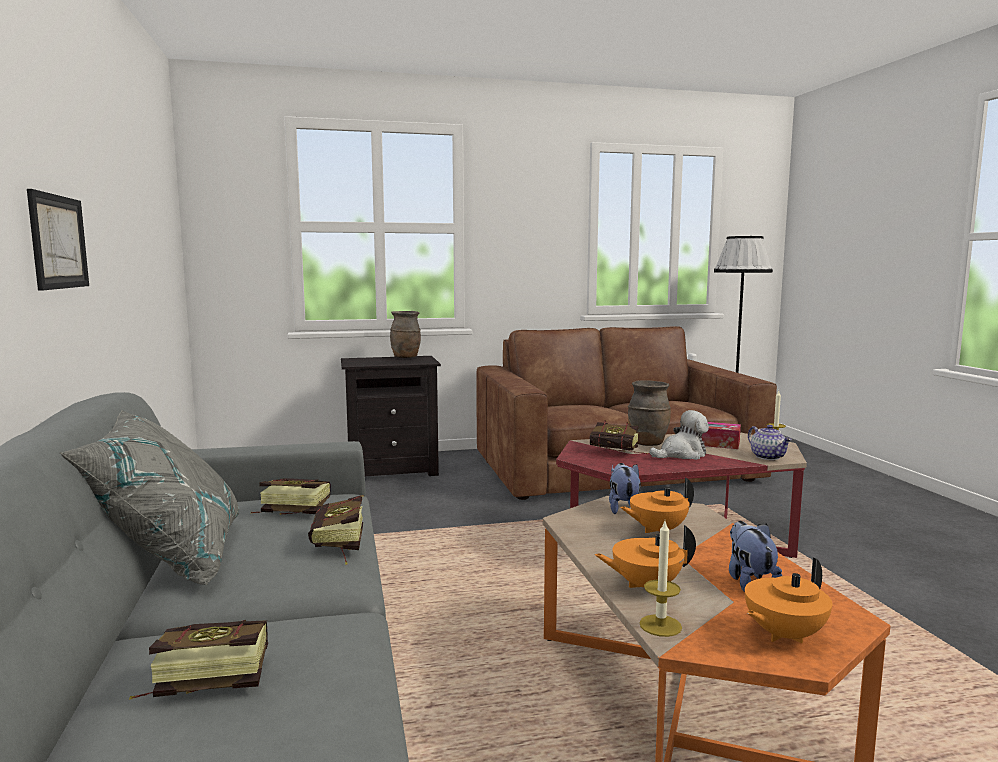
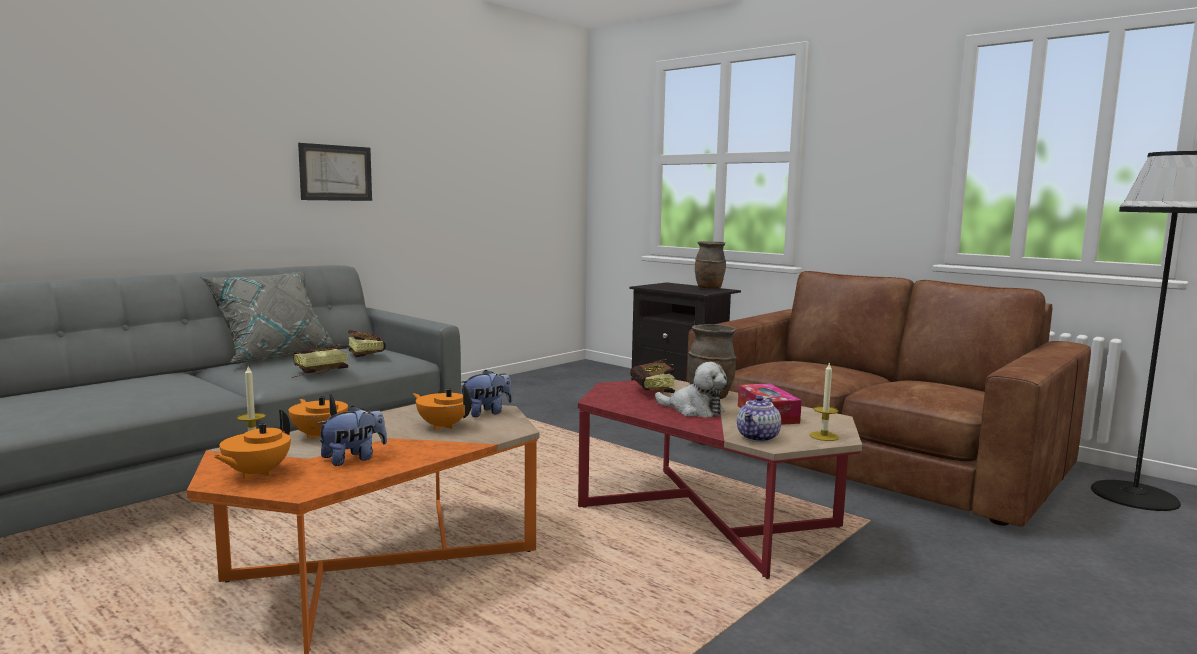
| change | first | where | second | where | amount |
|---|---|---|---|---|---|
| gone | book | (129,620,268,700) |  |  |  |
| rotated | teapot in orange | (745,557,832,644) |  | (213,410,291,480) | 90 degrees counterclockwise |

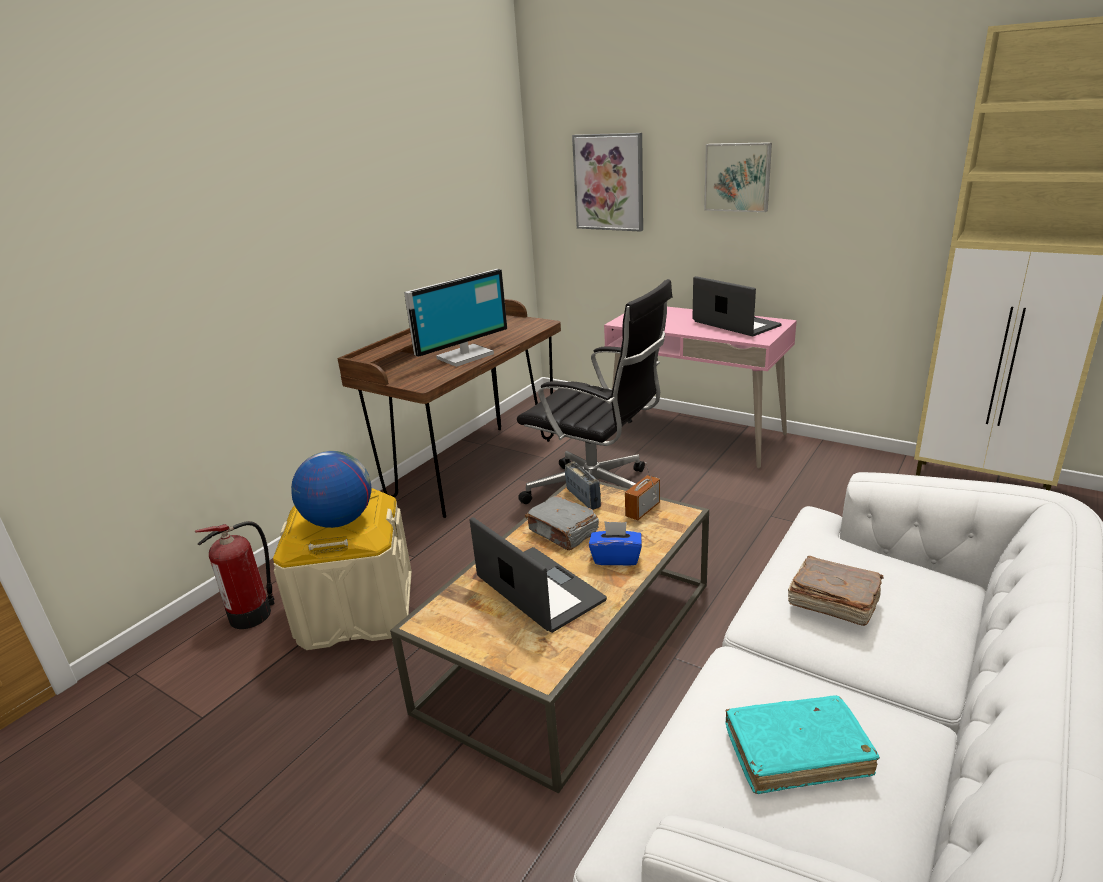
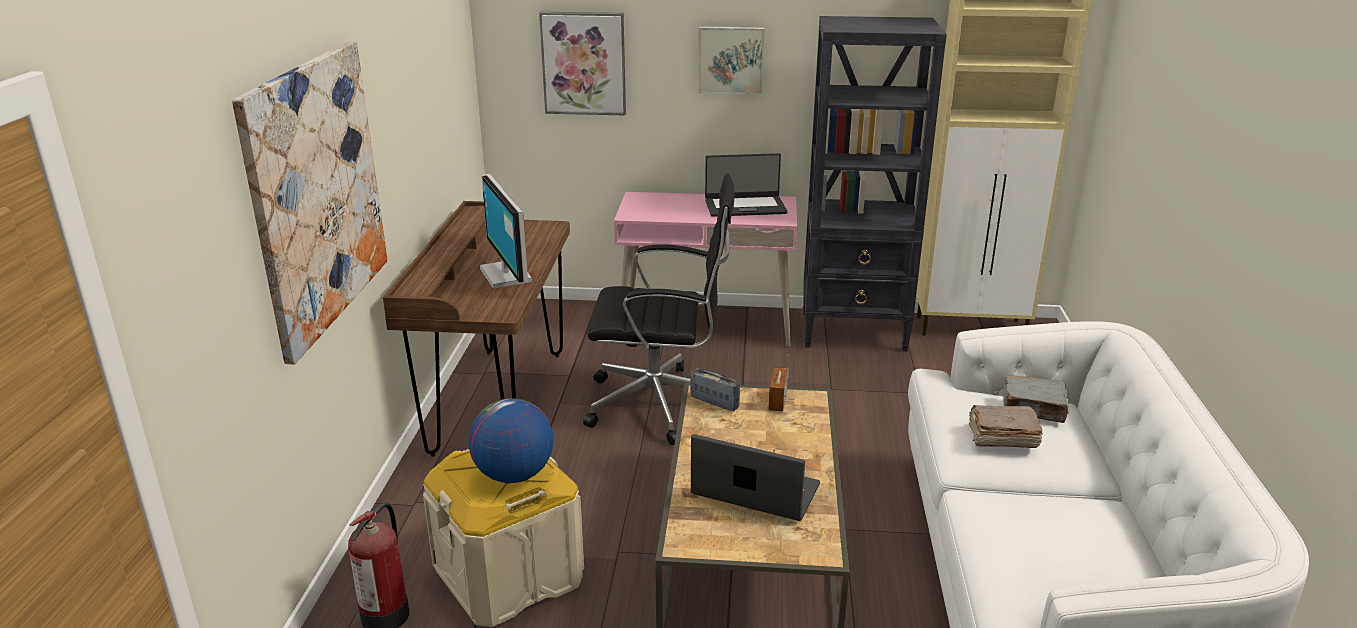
| change | first | where | second | where | amount |
|---|---|---|---|---|---|
| rotated | monitor | (404,269,507,367) |  | (480,174,532,288) | 135 degrees clockwise |
| shifted | book in grey | (525,495,599,551) |  | (1003,375,1069,423) |  |
| gone | tissue box in blue | (589,521,642,566) |  |  |  |
| rotated | laptop | (692,276,782,337) |  | (705,153,788,217) | 150 degrees clockwise |
| gone | book in turquoise | (725,695,880,794) |  |  |  |
| new |  |  | picture | (232,42,387,364) |  |
| new |  |  | bookcase in black | (803,16,947,352) |  |

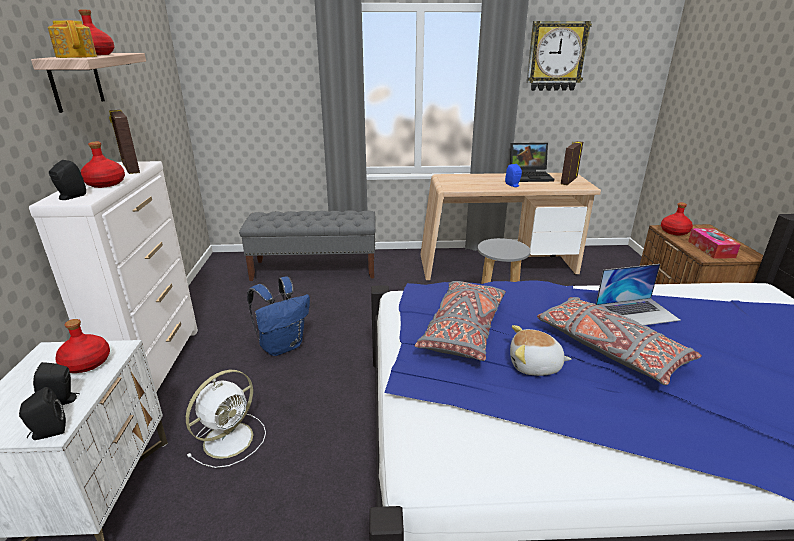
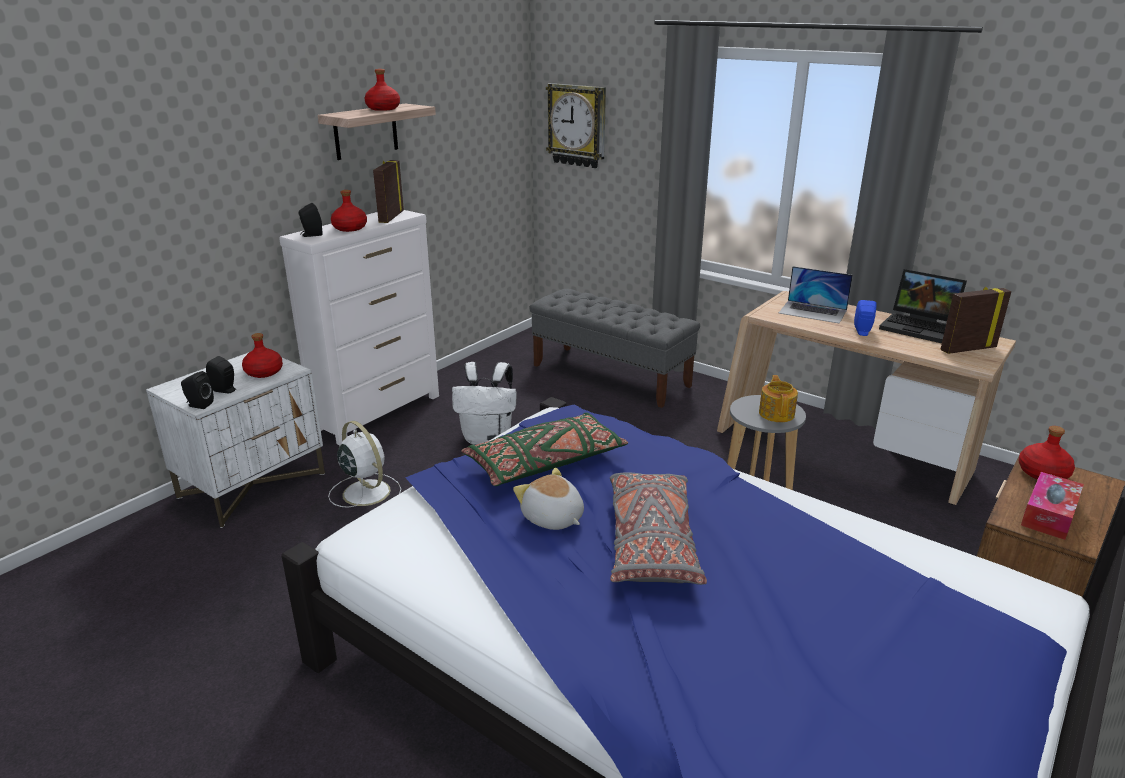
| change | first | where | second | where | amount |
|---|---|---|---|---|---|
| shifted | teapot | (48,20,97,58) |  | (759,375,798,422) |  |
| rotated | fan in white | (186,370,266,468) |  | (328,421,401,508) | 120 degrees counterclockwise |
| repainted | backpack in blue | (247,277,310,356) | backpack in white | (452,362,517,445) |  |
| repainted | pillow in grey | (415,281,506,361) | pillow in green | (461,412,628,486) |  |
| shifted | wall clock | (526,21,592,91) |  | (546,83,606,168) |  |
| shifted | laptop | (596,264,681,325) |  | (779,266,853,324) |  |

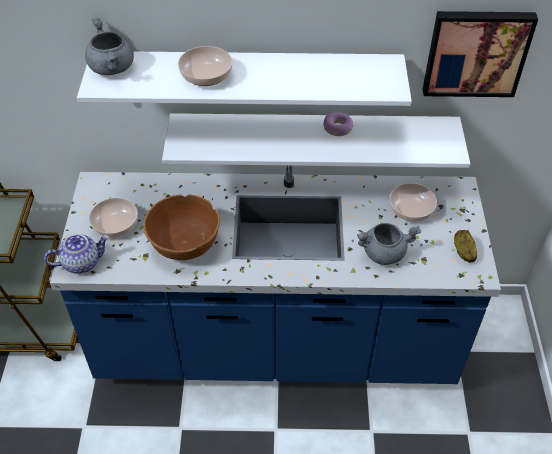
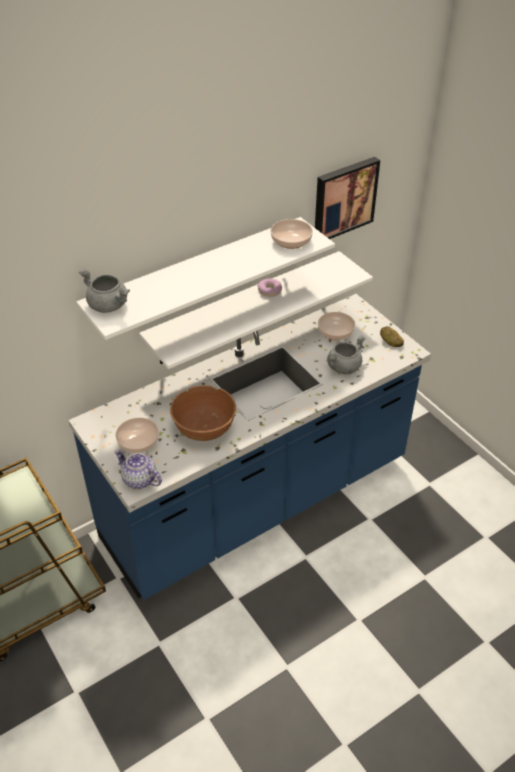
| change | first | where | second | where | amount |
|---|---|---|---|---|---|
| rotated | teapot | (44,234,109,274) |  | (114,450,162,489) | 90 degrees counterclockwise |
| shifted | bowl | (178,46,232,86) |  | (270,219,313,249) |  |

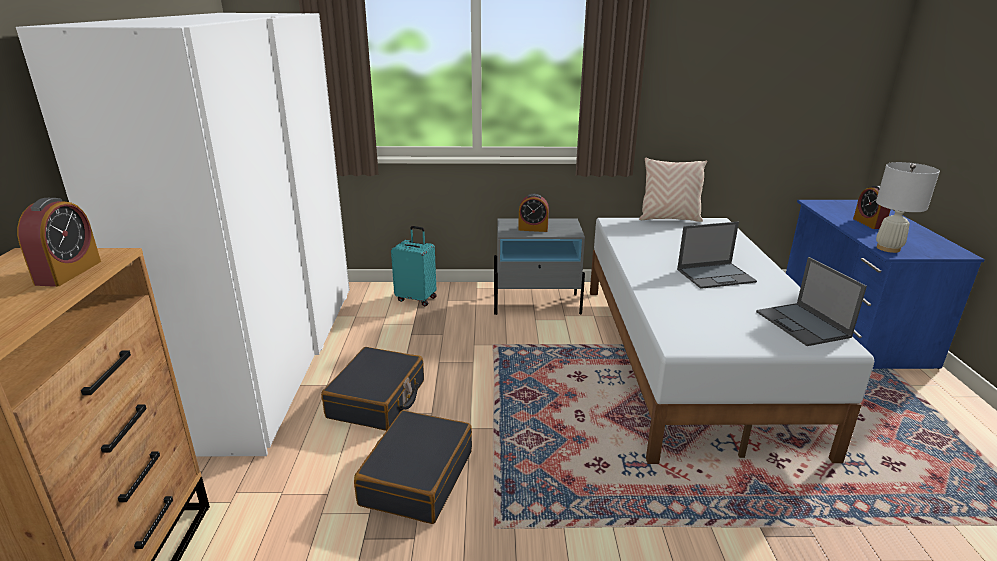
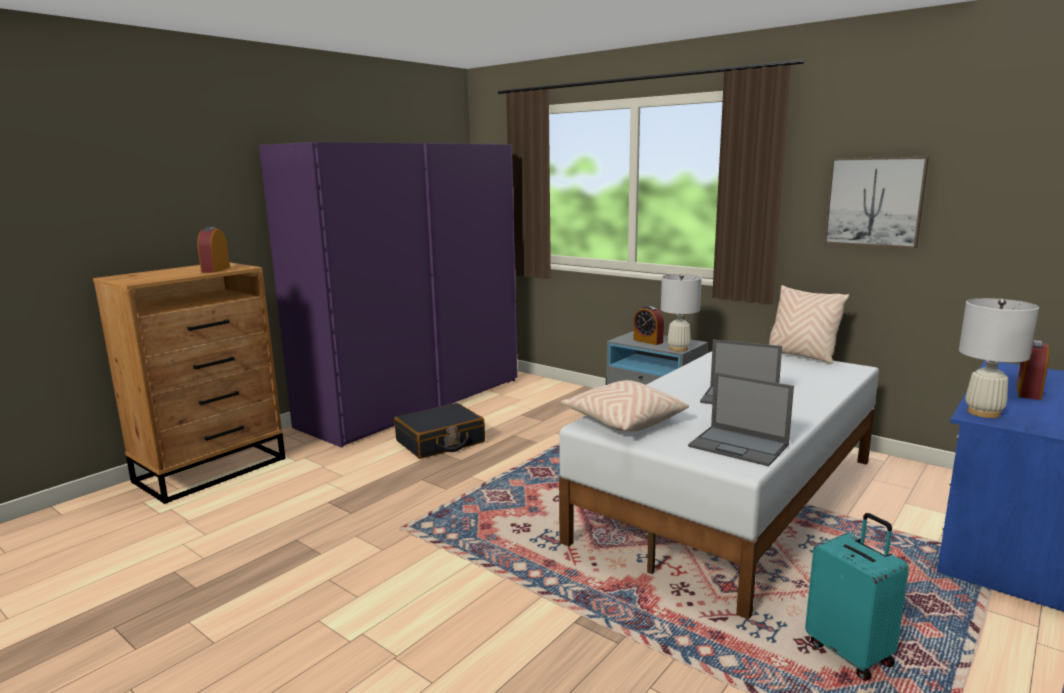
| change | first | where | second | where | amount |
|---|---|---|---|---|---|
| repainted | wardrobe in white | (16,13,350,456) | wardrobe in purple | (259,142,518,448) |  |
| rotated | alarm clock | (17,198,101,287) |  | (197,227,230,273) | 135 degrees clockwise |
| gone | suitcase in black | (354,410,472,524) |  |  |  |
| shifted | suitcase in turquoise | (391,226,437,306) |  | (805,513,909,681) |  |
| rotated | laptop | (756,257,867,346) |  | (688,372,794,466) | 75 degrees counterclockwise |
| new |  |  | pillow in beige | (561,380,689,431) |  |
| new |  |  | table lamp in white | (661,274,702,352) |  |
| new |  |  | picture | (824,157,929,248) |  |

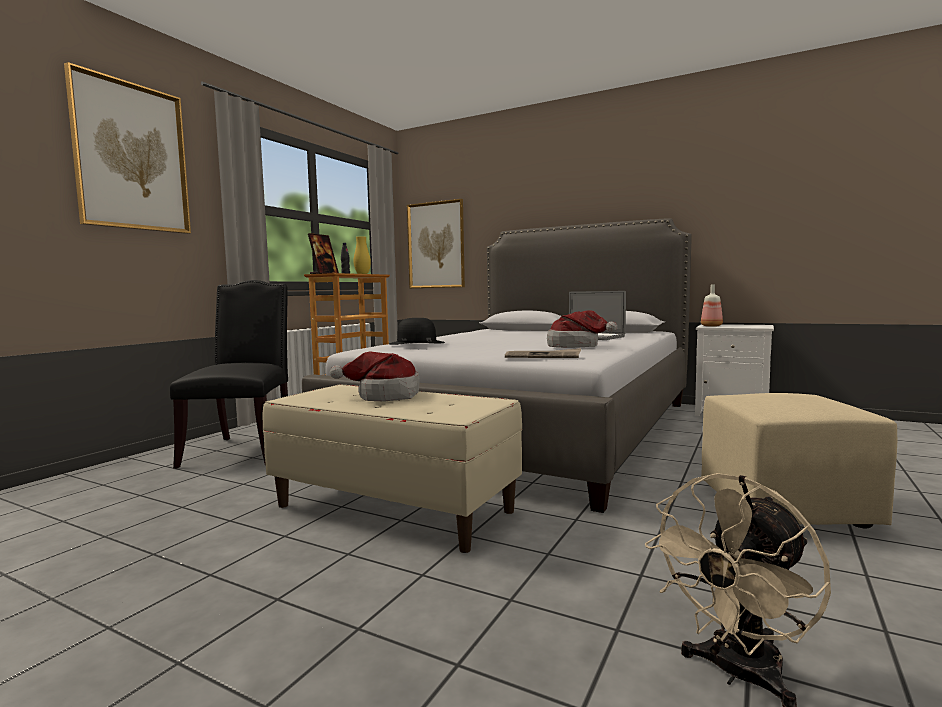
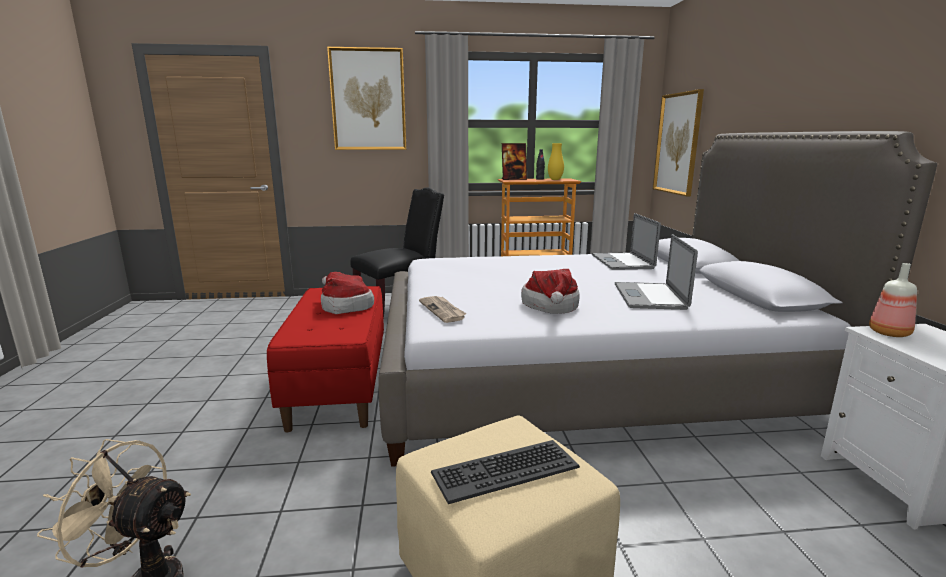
| change | first | where | second | where | amount |
|---|---|---|---|---|---|
| repainted | bench in beige | (263,384,522,553) | bench in red | (267,286,384,432) |  |
| gone | hat in black | (389,318,445,345) |  |  |  |
| new |  |  | keyboard | (431,440,580,504) |  |
| new |  |  | laptop | (592,213,661,270) |  |

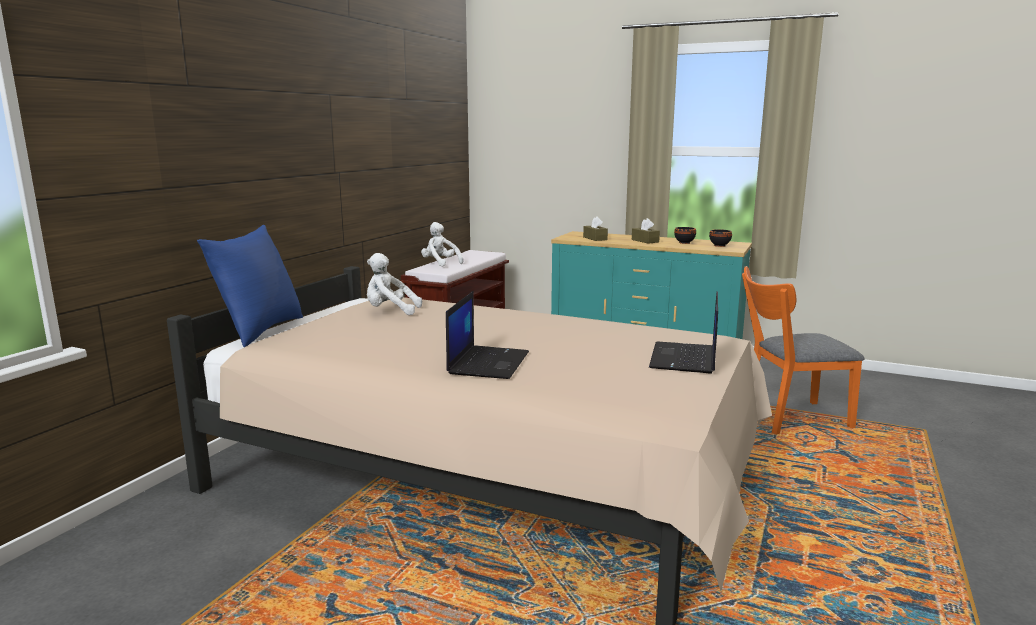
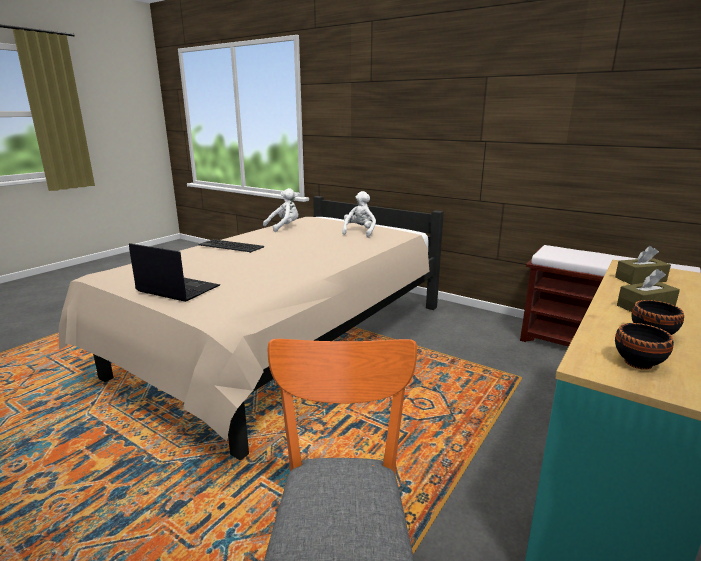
| change | first | where | second | where | amount |
|---|---|---|---|---|---|
| gone | pillow in blue | (197,225,303,347) |  |  |  |
| shifted | plush toy in white | (421,222,463,266) |  | (263,188,298,232) |  |
| swapped | laptop | (446,291,529,379) | keyboard | (199,239,264,253) |  |

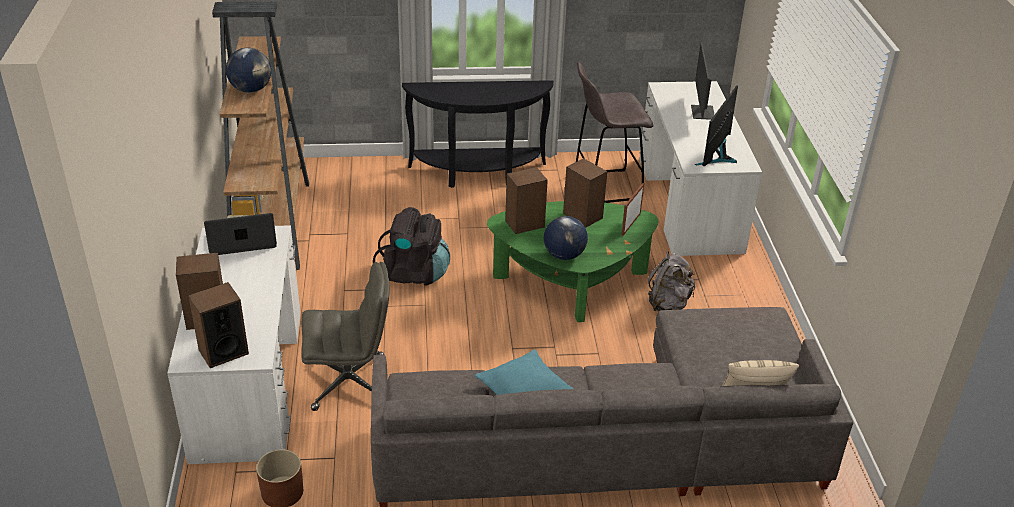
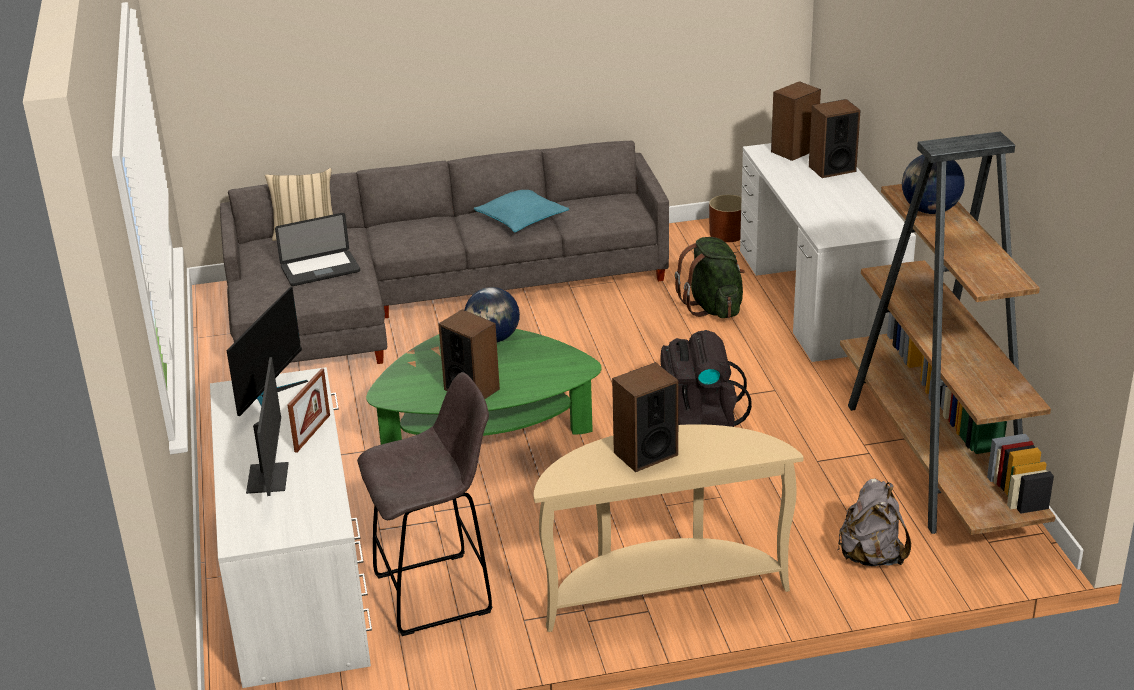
| change | first | where | second | where | amount |
|---|---|---|---|---|---|
| shifted | laptop | (204,213,277,255) |  | (275,213,360,286) |  |
| swapped | office chair in grey | (301,262,390,411) | backpack in green | (675,237,745,318) |  |
| repainted | console table in black | (402,80,554,188) | console table in beige | (534,424,804,632) |  |
| shifted | speaker | (505,167,548,234) |  | (612,362,679,472) |  |
| shifted | picture frame | (621,183,644,236) |  | (288,368,330,453) |  |
| shifted | backpack in grey | (648,252,695,312) |  | (838,479,911,566) |  |

